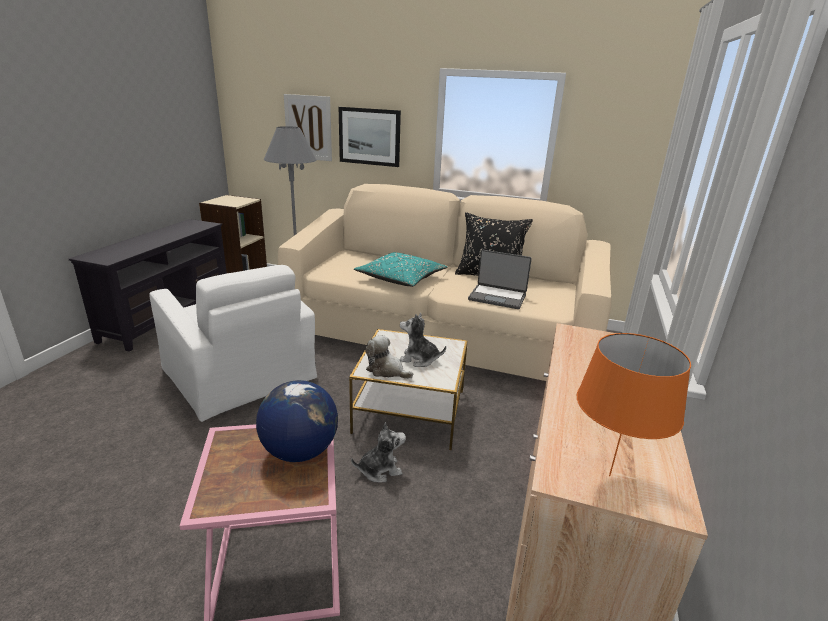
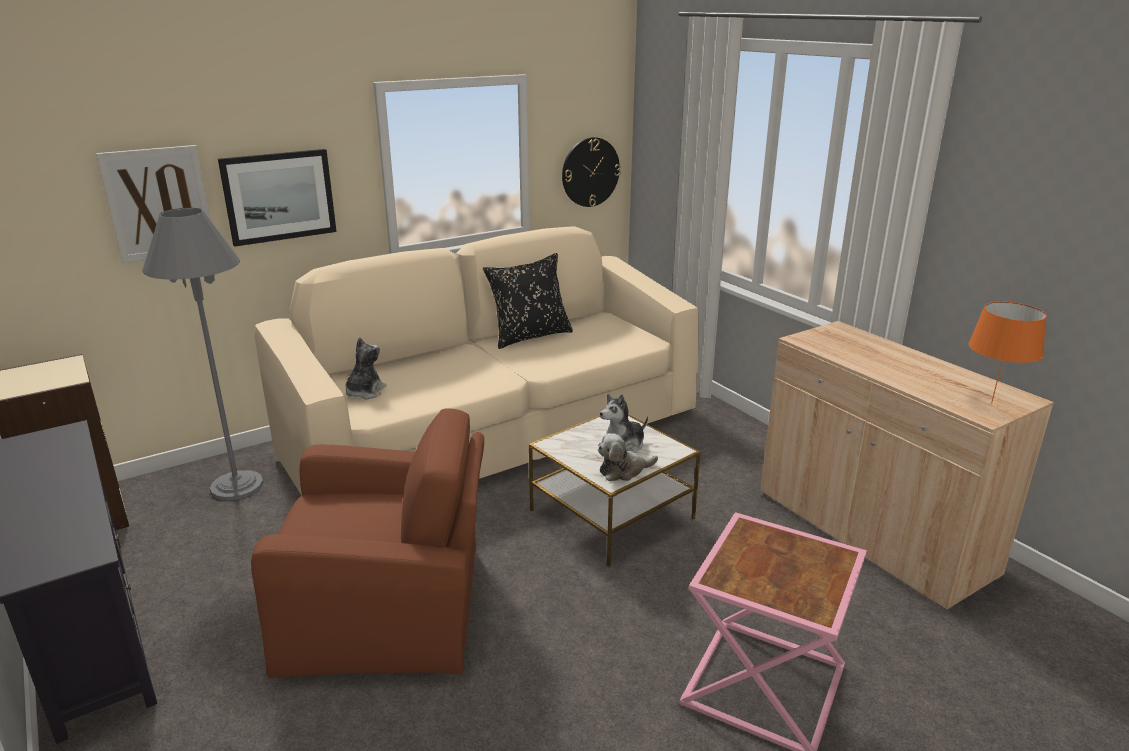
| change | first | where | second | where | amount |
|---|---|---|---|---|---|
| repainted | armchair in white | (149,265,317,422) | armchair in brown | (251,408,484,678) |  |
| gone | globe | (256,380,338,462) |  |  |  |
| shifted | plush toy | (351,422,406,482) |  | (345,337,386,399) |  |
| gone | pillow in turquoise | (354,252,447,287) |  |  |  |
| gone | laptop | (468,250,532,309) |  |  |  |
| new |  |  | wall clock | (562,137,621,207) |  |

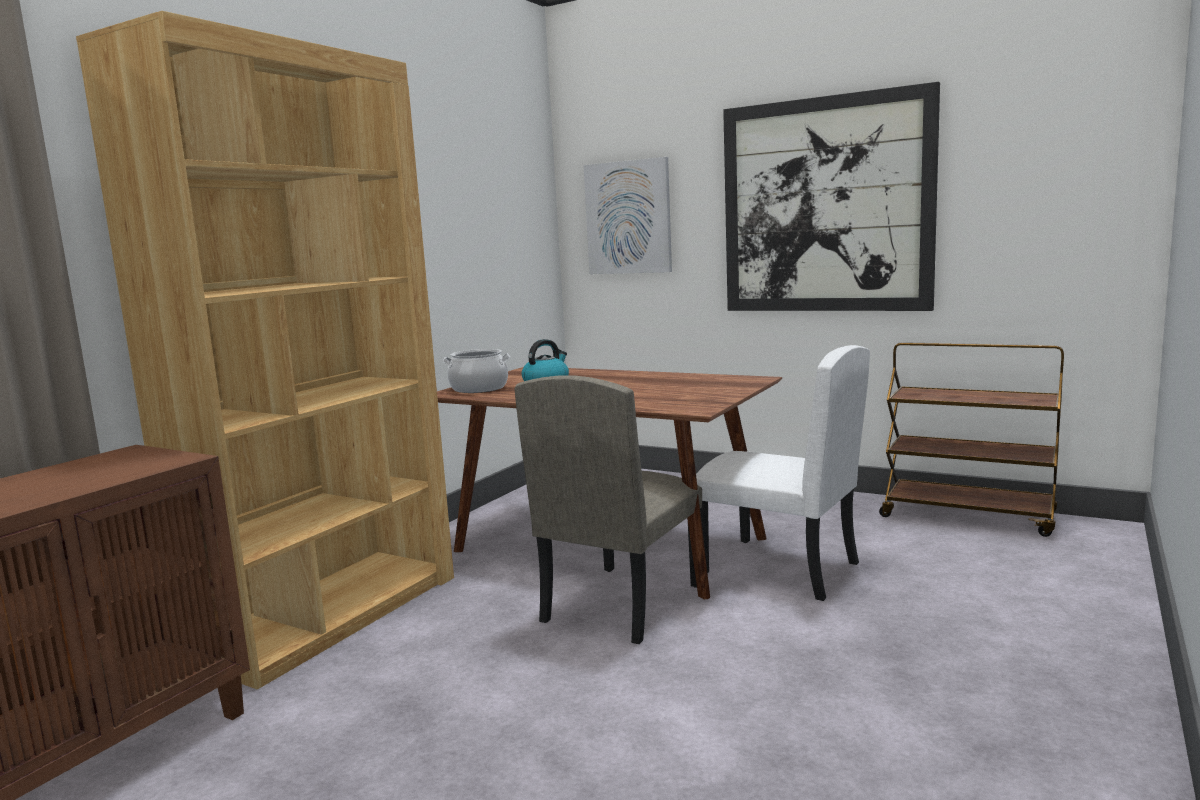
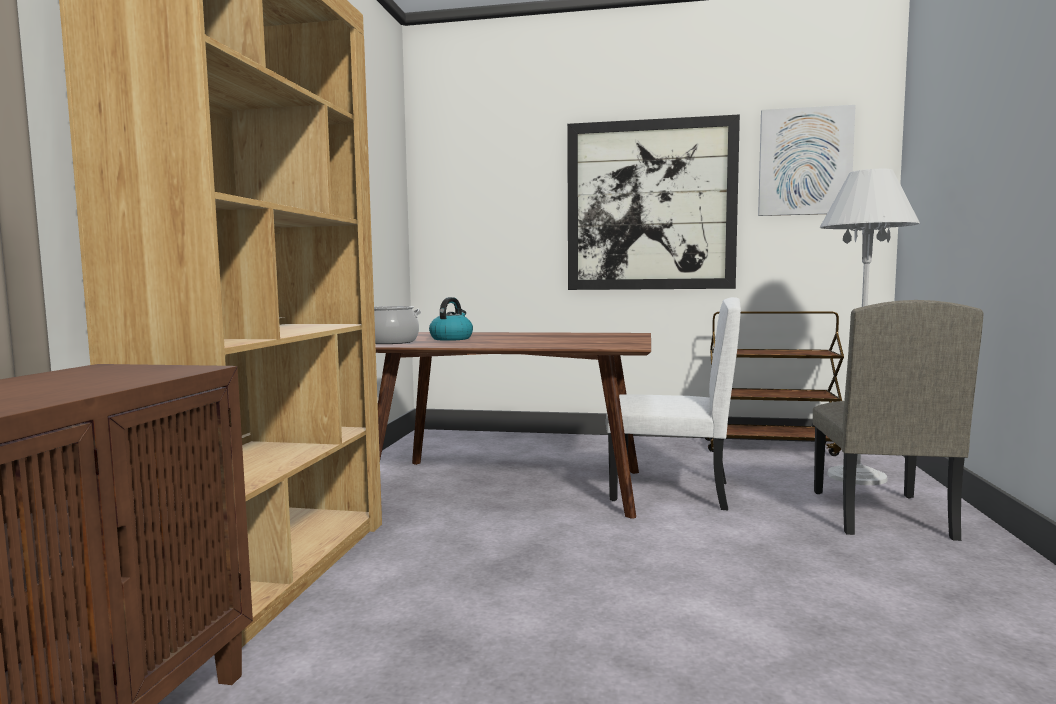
| change | first | where | second | where | amount |
|---|---|---|---|---|---|
| shifted | chair in beige | (515,375,702,644) |  | (813,300,984,541) |  |
| shifted | picture | (584,157,672,274) |  | (758,105,855,216) |  |
| new |  |  | floor lamp in white | (820,169,920,485) |  |

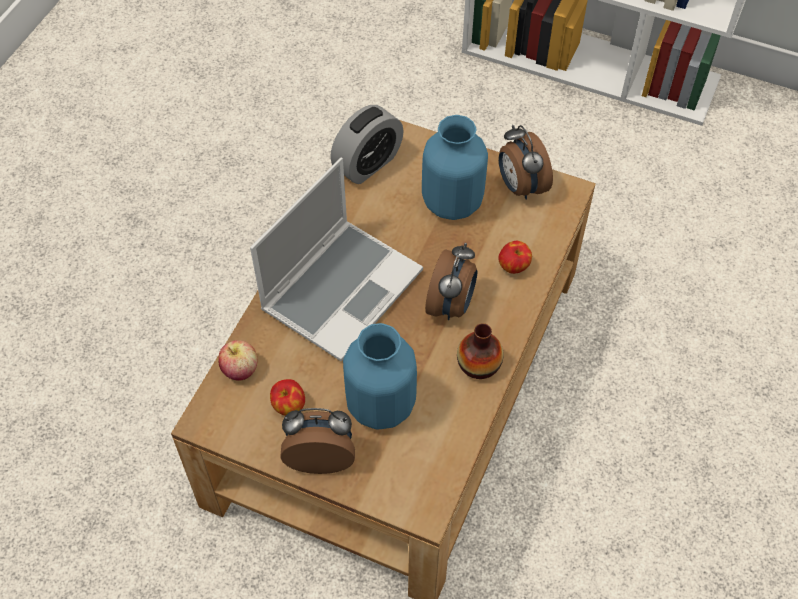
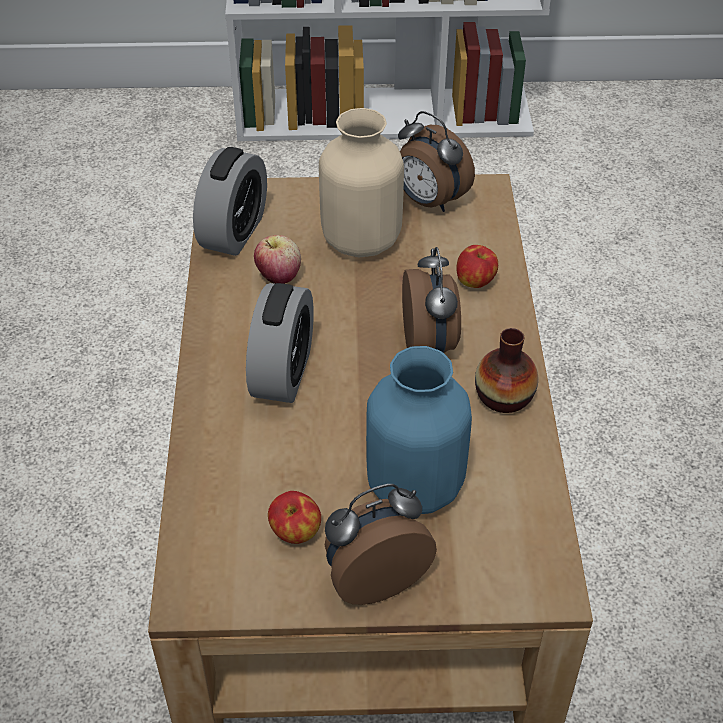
| change | first | where | second | where | amount |
|---|---|---|---|---|---|
| shifted | apple | (218,340,257,380) |  | (254,235,301,284) |  |
| swapped | laptop | (250,158,423,362) | alarm clock | (246,283,314,403) |  |
| repainted | vase in blue | (422,115,488,220) | vase in beige | (319,108,404,257) |  |

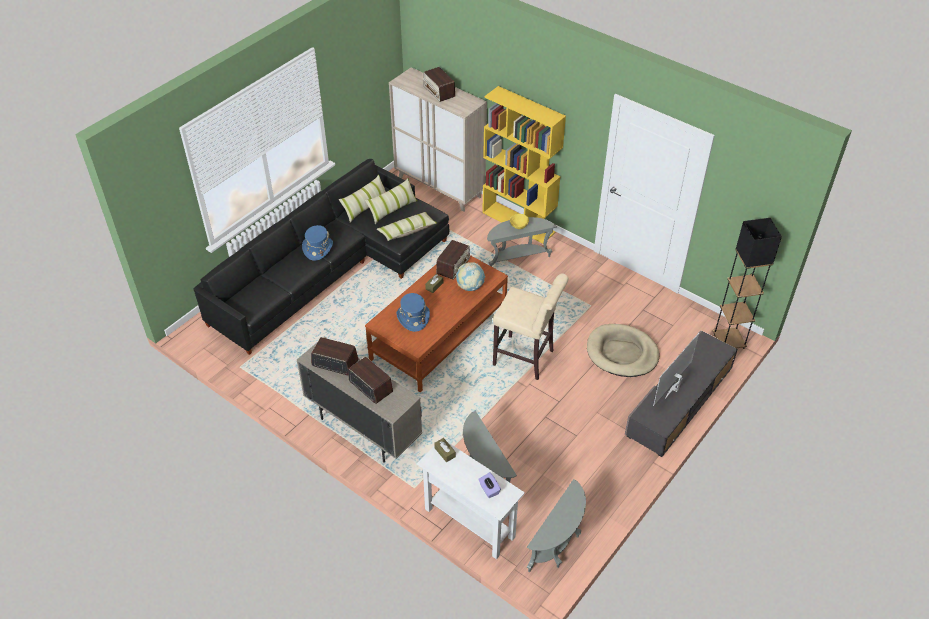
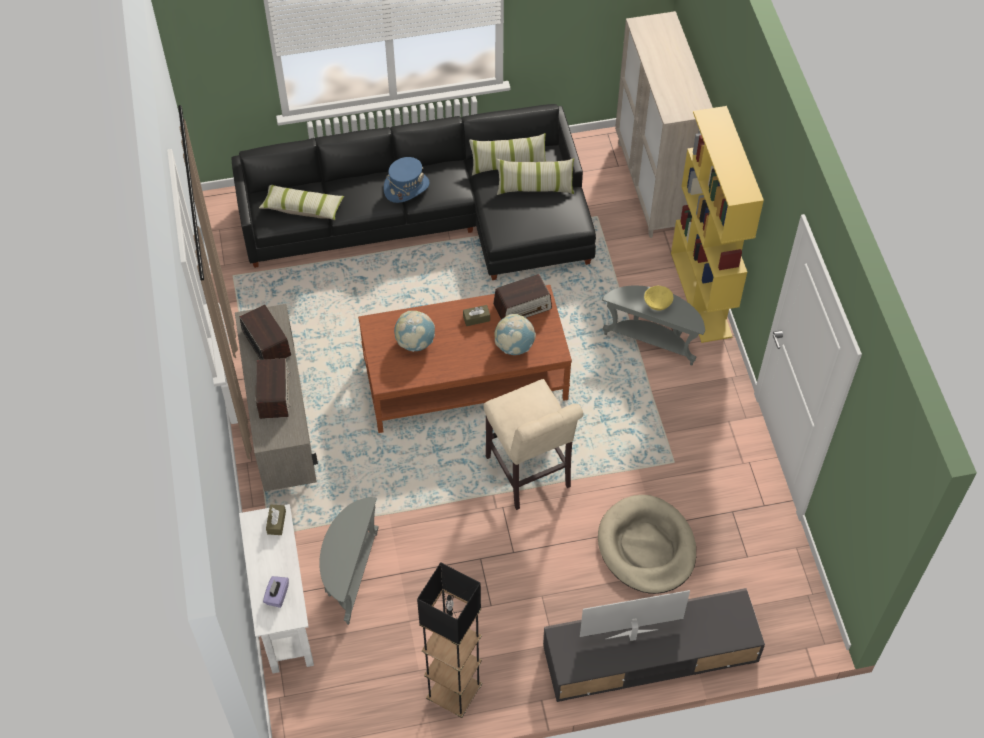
| change | first | where | second | where | amount |
|---|---|---|---|---|---|
| shifted | pillow | (377,212,437,241) |  | (259,185,344,220) |  |
| swapped | hat in blue | (396,293,430,332) | globe | (394,311,435,352) |  |
| gone | radio | (423,67,455,102) |  |  |  |
| gone | side table in grey | (527,479,586,572) |  |  |  |
| shifted | floor lamp in black | (713,218,782,349) |  | (417,562,482,718) |  |

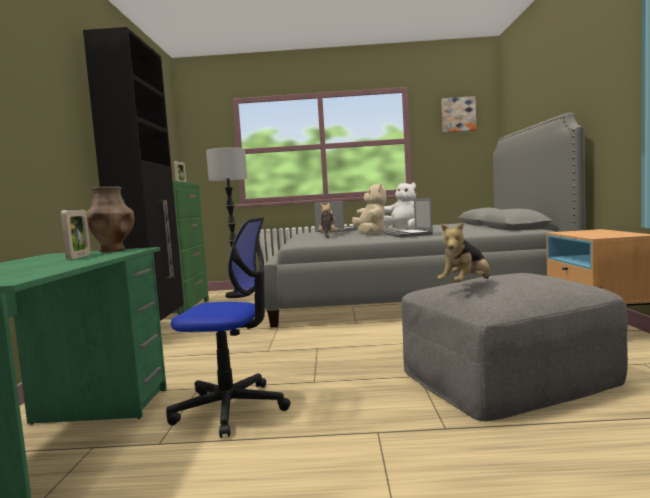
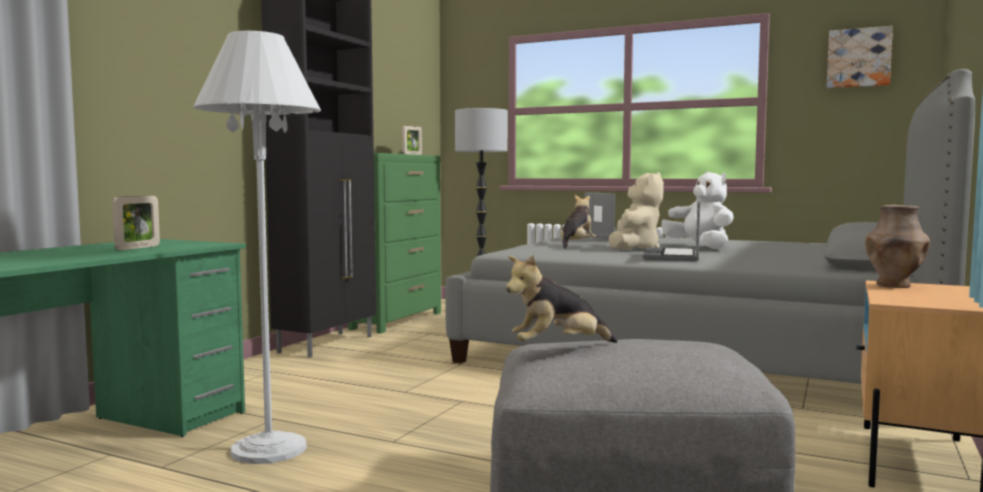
| change | first | where | second | where | amount |
|---|---|---|---|---|---|
| shifted | vase in brown | (86,187,134,252) |  | (865,205,930,288) |  |
| swapped | office chair | (166,217,291,438) | floor lamp in white | (193,31,321,464) |  |

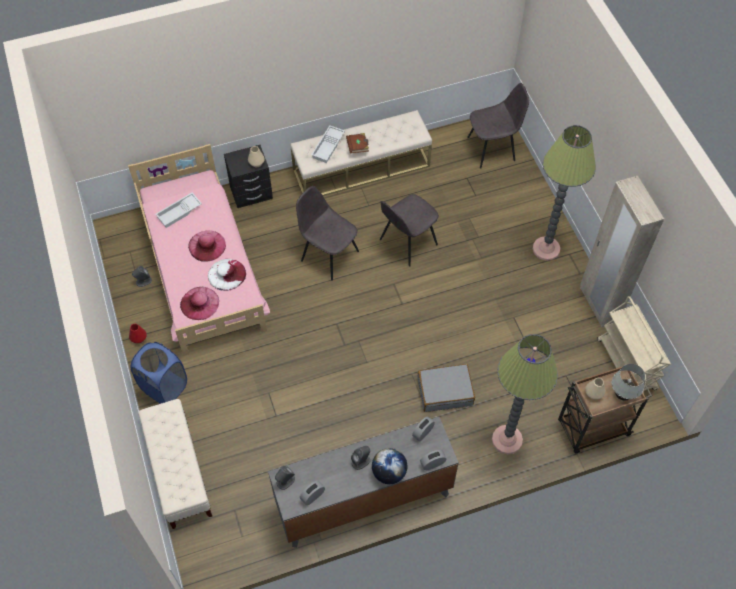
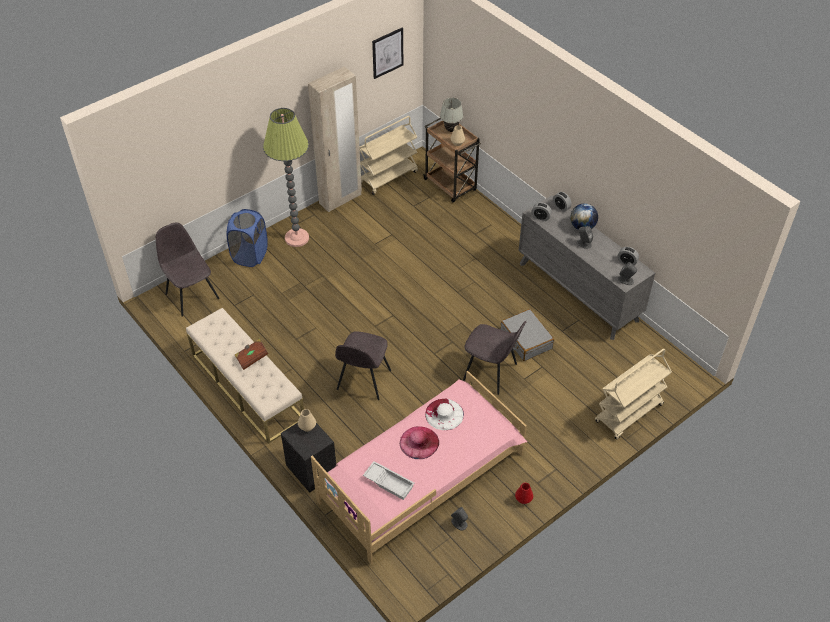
| change | first | where | second | where | amount |
|---|---|---|---|---|---|
| shifted | laundry basket in blue | (131,342,187,404) |  | (227,209,268,267) |  |
| swapped | bench in beige | (138,399,212,529) | cart in beige | (595,349,672,440) |  |
| gone | hat in pink | (180,287,219,320) |  |  |  |
| gone | tray in white | (311,125,345,163) |  |  |  |
| shifted | chair in grey | (380,194,439,267) |  | (463,321,526,395) |  |
| shifted | suitcase in grey | (417,364,475,412) |  | (501,309,554,361) |  |
| gone | floor lamp | (492,334,558,454) |  |  |  |
| new |  |  | picture | (372,28,403,79) |  |

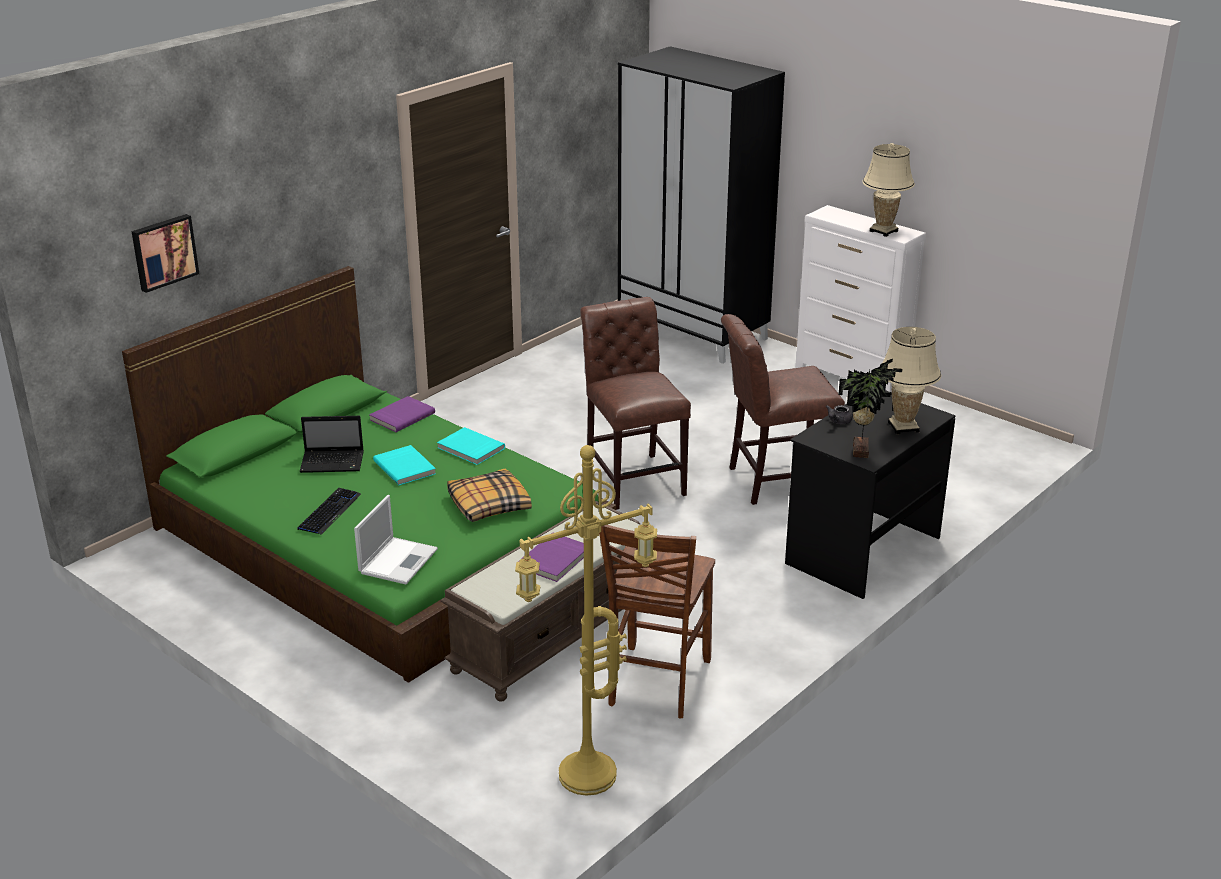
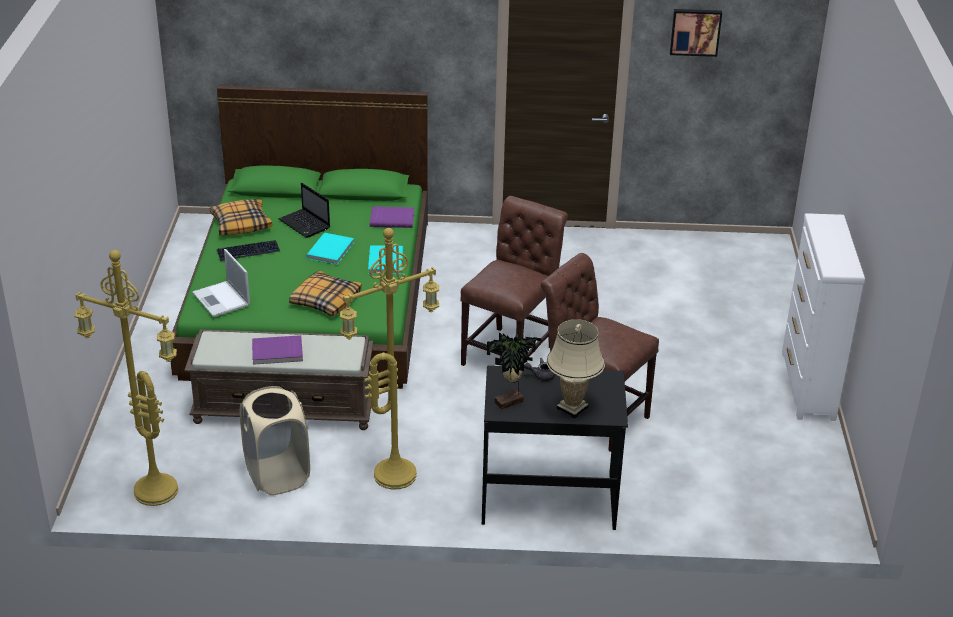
| change | first | where | second | where | amount |
|---|---|---|---|---|---|
| shifted | picture | (132,214,199,293) |  | (670,9,722,57) |  |
| rotated | laptop | (354,495,438,584) |  | (192,249,250,317) | 75 degrees clockwise |
| swapped | chair in brown | (599,525,715,718) | laundry basket in beige | (240,386,310,495) |  |
| gone | wardrobe in black | (618,46,785,364) |  |  |  |
| gone | table lamp in beige | (862,143,915,237) |  |  |  |
| new |  |  | pillow | (210,199,272,235) |  |
| new |  |  | floor lamp in yellow | (340,228,439,489) |  |

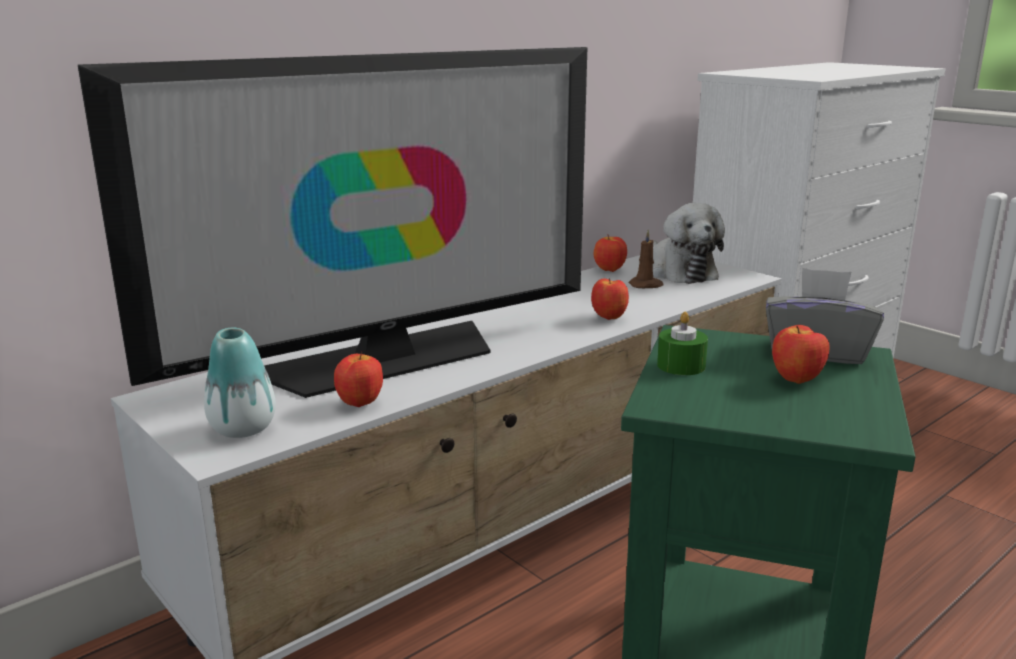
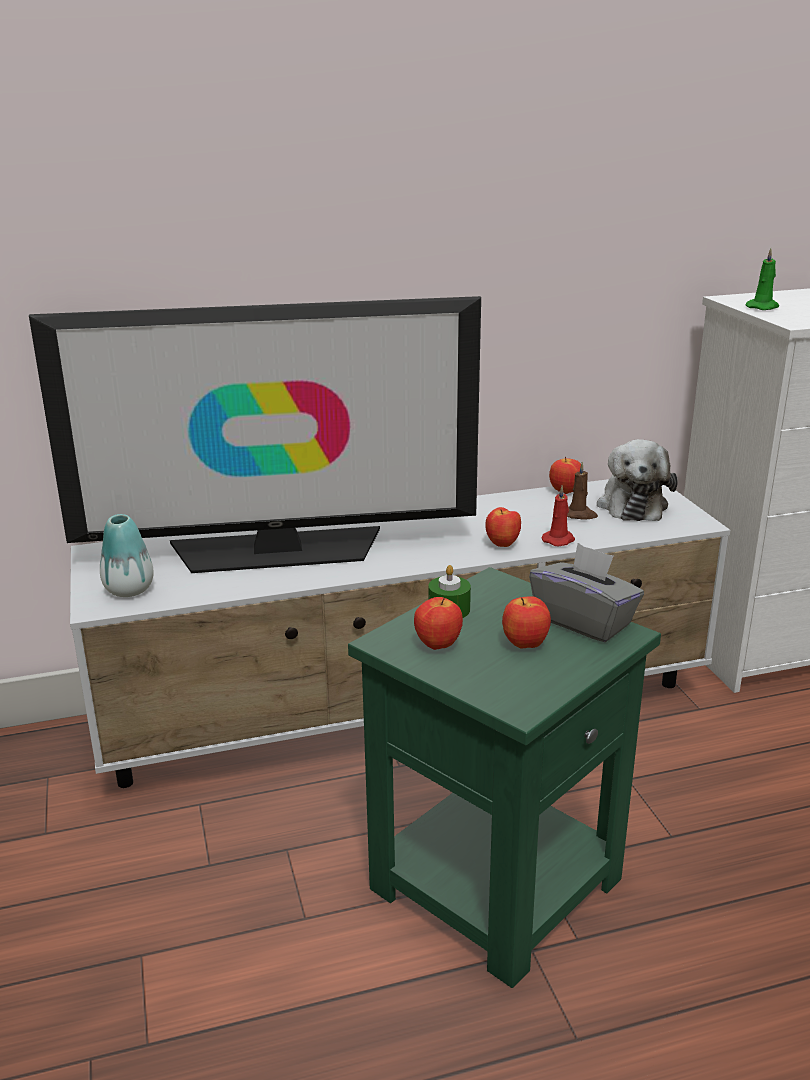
| change | first | where | second | where | amount |
|---|---|---|---|---|---|
| shifted | apple | (334,352,383,407) |  | (414,597,463,650) |  |
| new |  |  | candle in red | (541,485,575,546) |  |
| new |  |  | candle in green | (746,248,779,310) |  |

